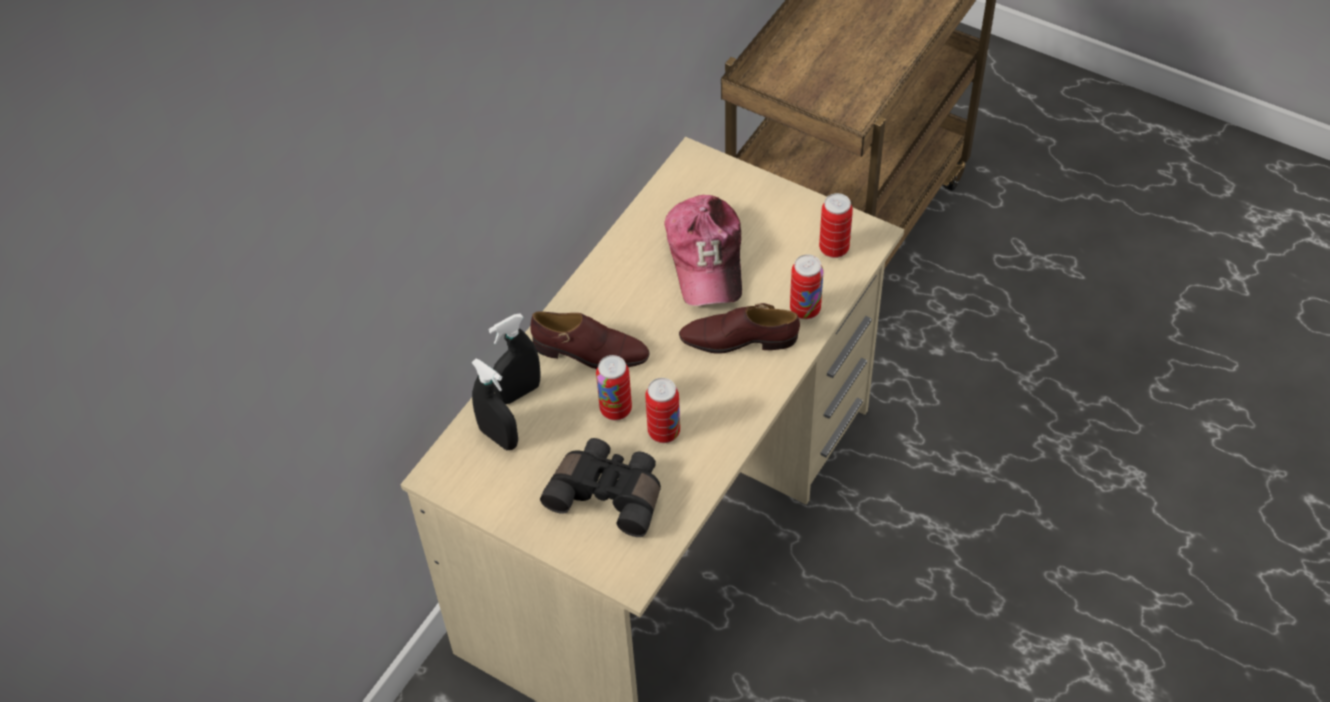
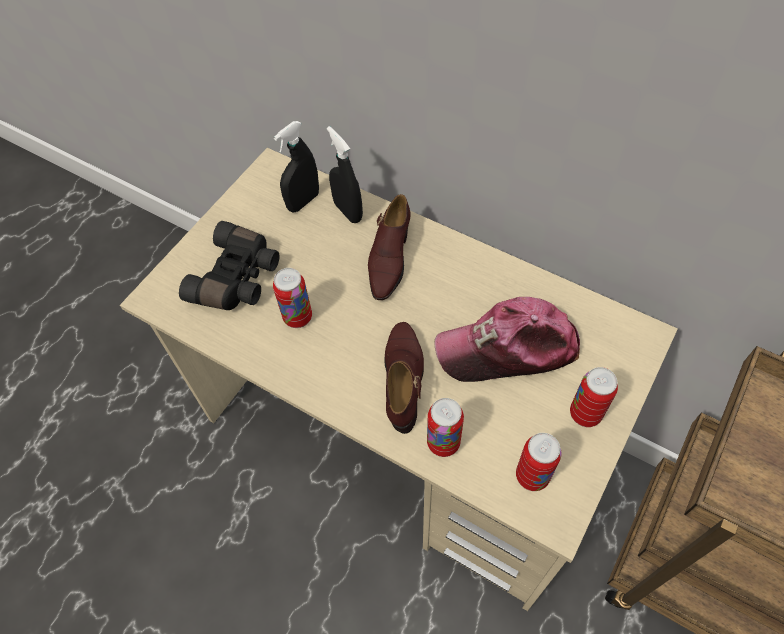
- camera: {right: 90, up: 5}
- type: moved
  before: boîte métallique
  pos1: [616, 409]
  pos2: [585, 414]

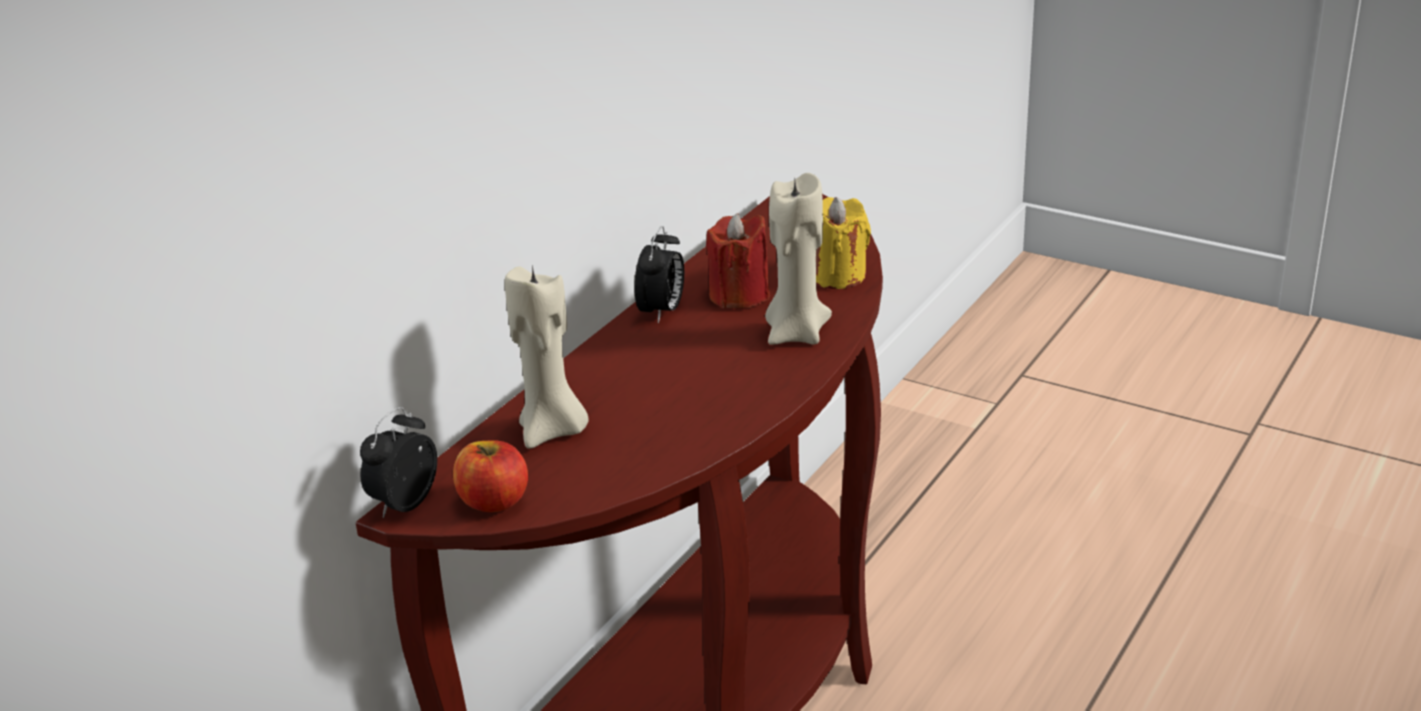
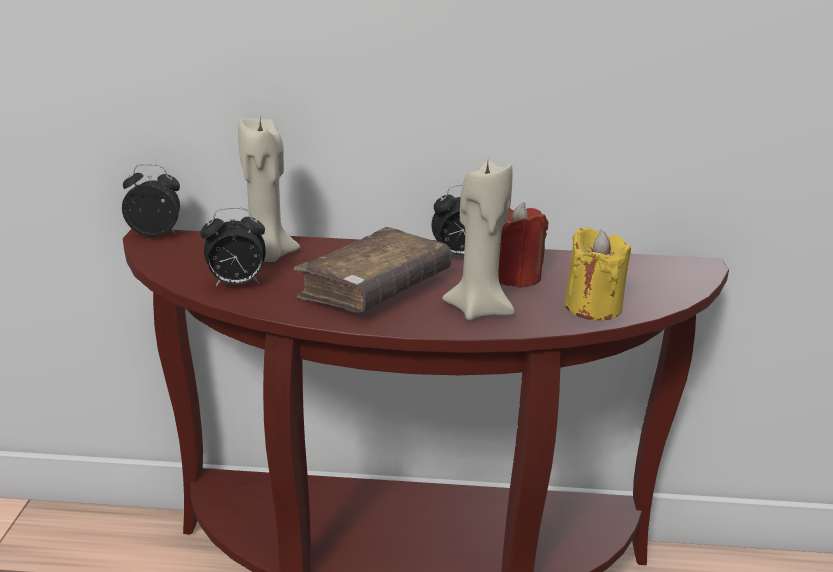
- camera: {right: 60, up: -5}
- type: removed
  before: pomme
  pos1: [494, 501]
- type: added
  after: réveil
  pos2: [236, 284]
- type: added
  after: livre [marron]
  pos2: [375, 288]

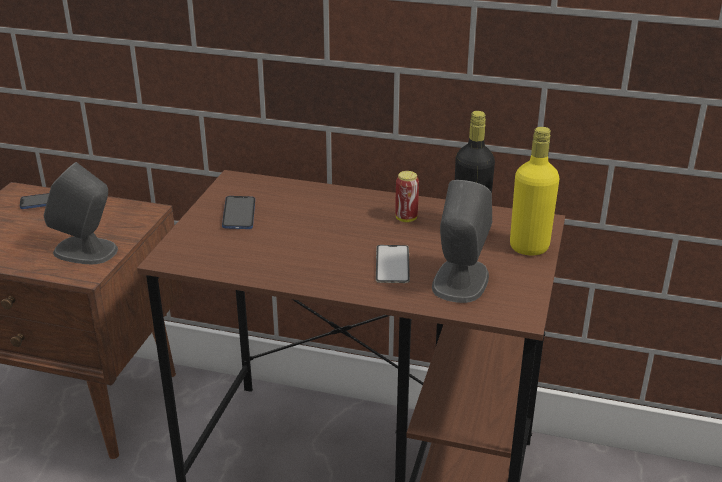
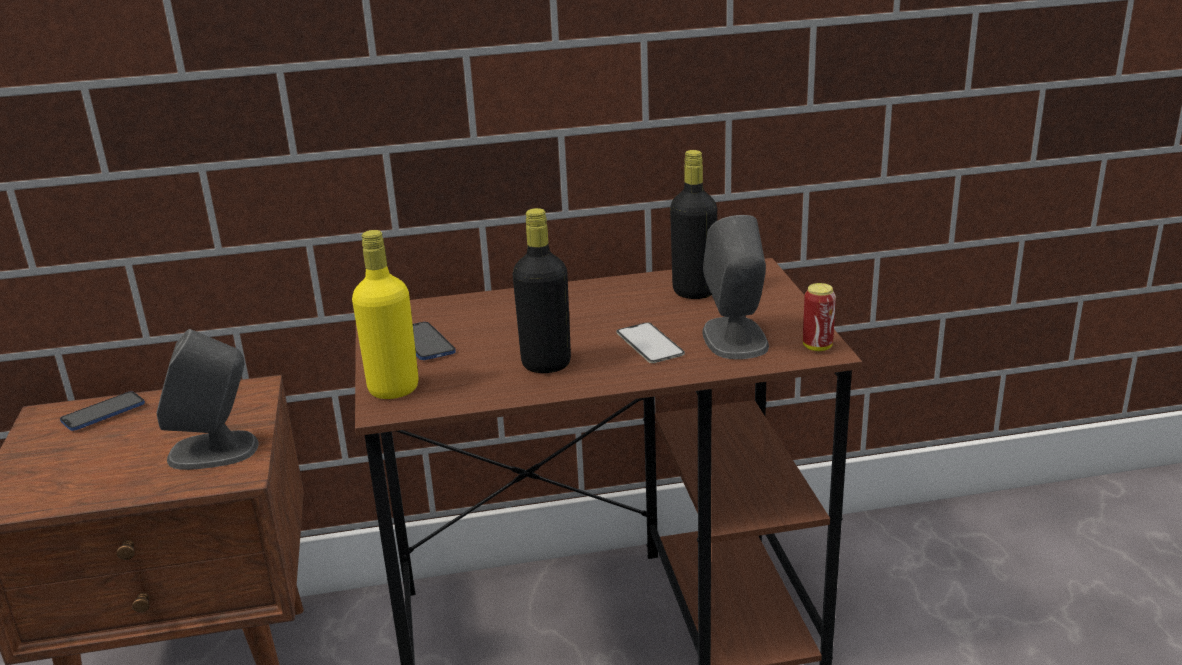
- camera: {right: -25, up: -5}
- type: moved
  before: bouteille [jaune]
  pos1: [529, 247]
  pos2: [393, 389]
- type: moved
  before: boîte métallique
  pos1: [406, 218]
  pos2: [817, 347]
- type: added
  after: bouteille [noir]
  pos2: [546, 364]

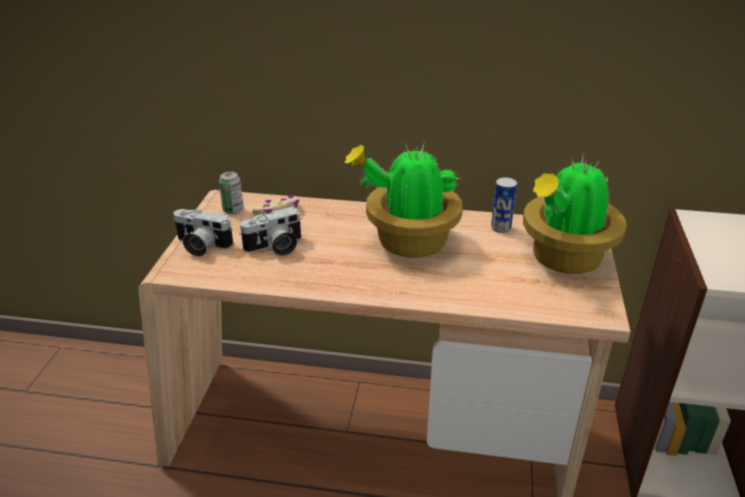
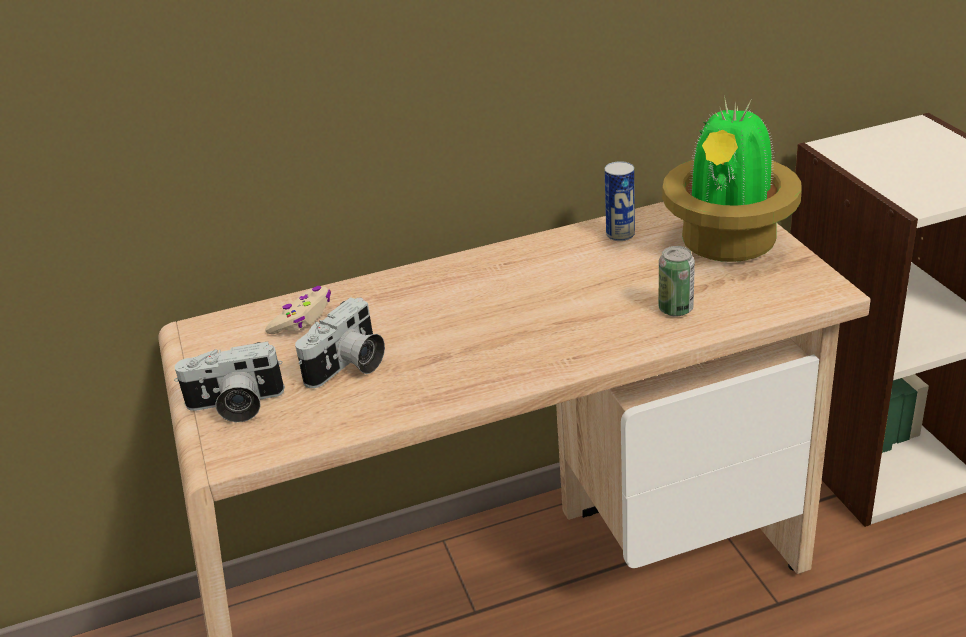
- camera: {right: -25, up: 0}
- type: removed
  before: plante en pot
  pos1: [408, 242]
- type: moved
  before: boîte métallique
  pos1: [233, 210]
  pos2: [675, 309]

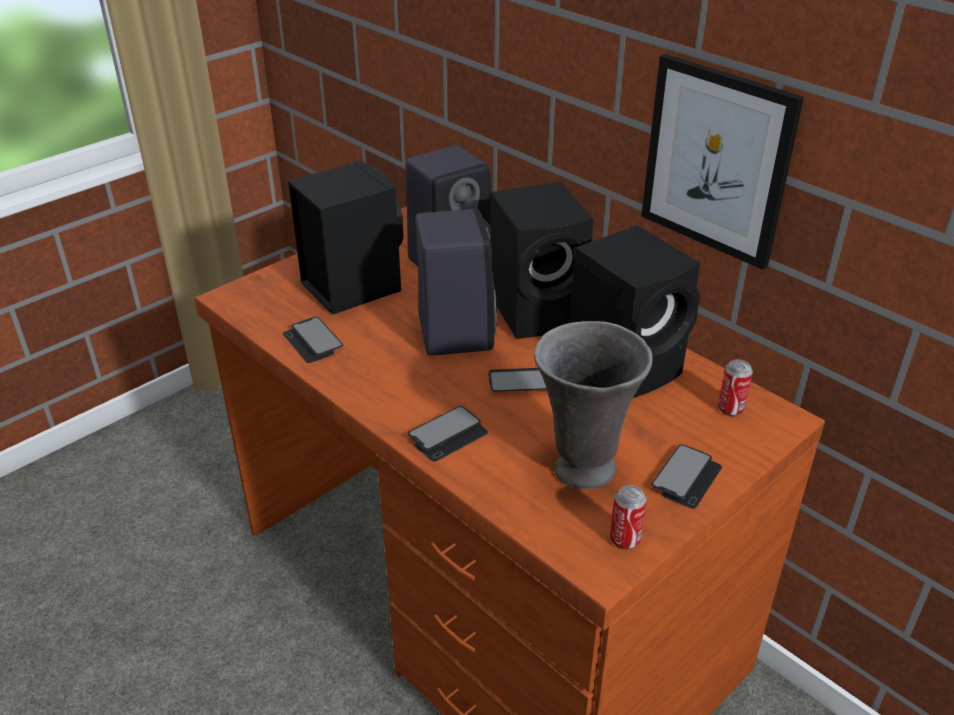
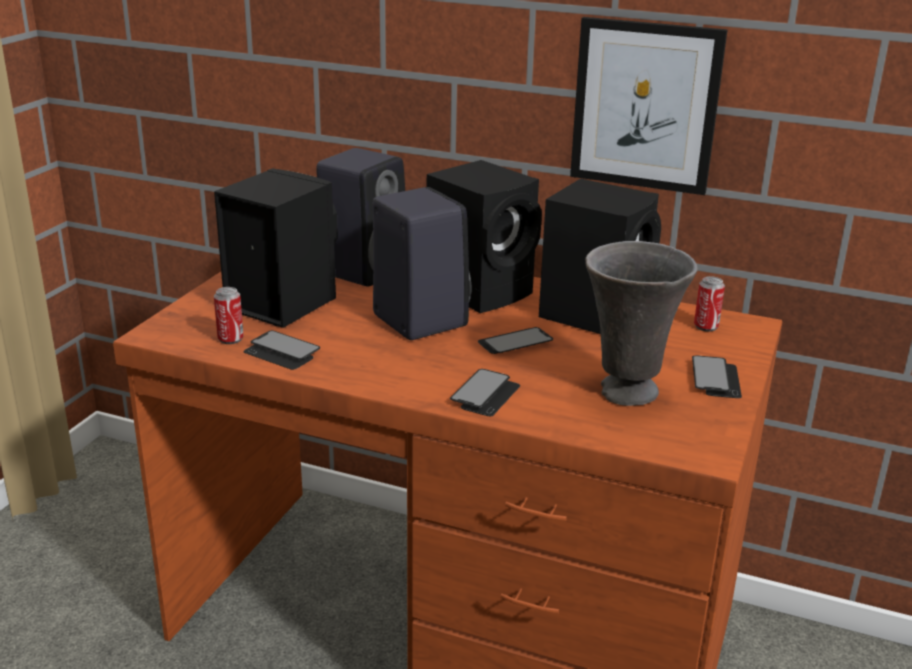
- camera: {right: -25, up: -10}
- type: moved
  before: boîte métallique
  pos1: [624, 539]
  pos2: [230, 339]

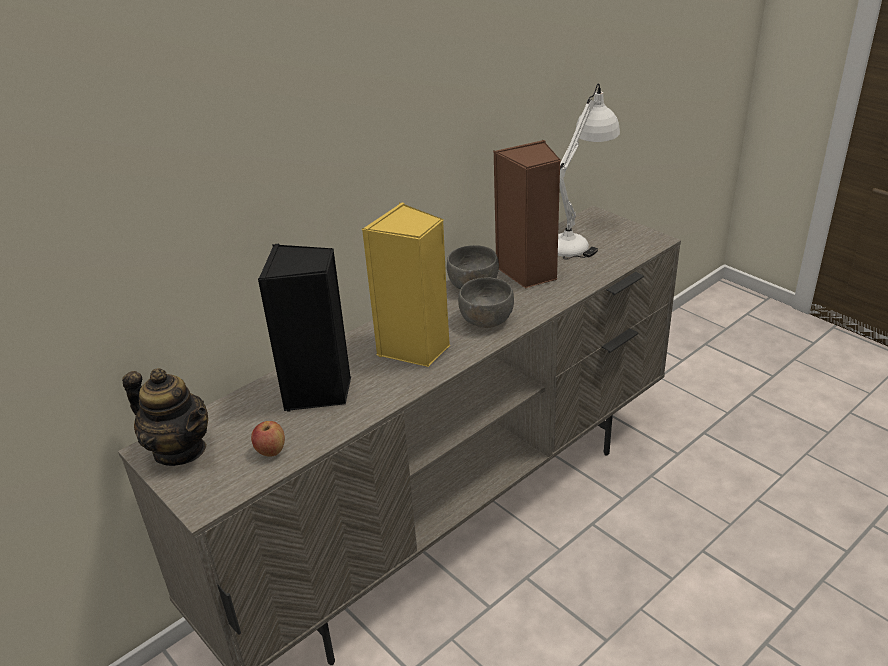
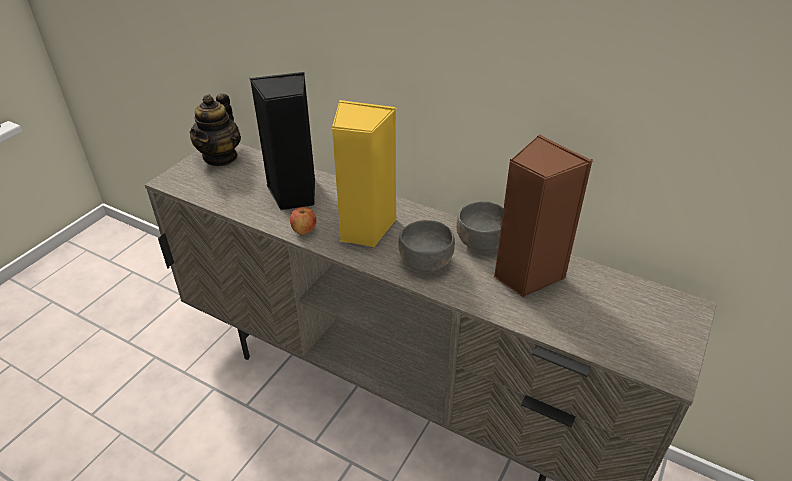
- camera: {right: 70, up: 5}
- type: removed
  before: lampe de table [blanc]
  pos1: [580, 237]
- type: moved
  before: pomme
  pos1: [271, 451]
  pos2: [304, 230]

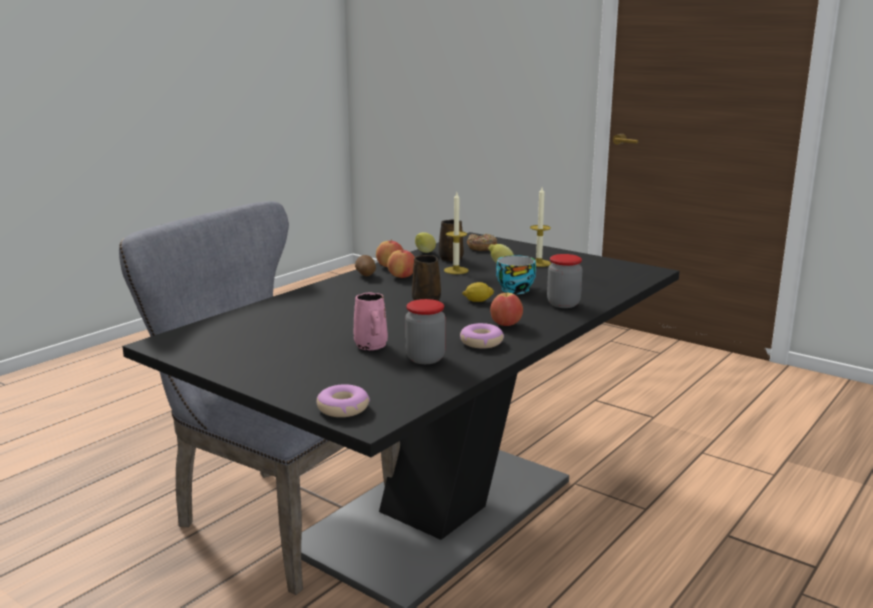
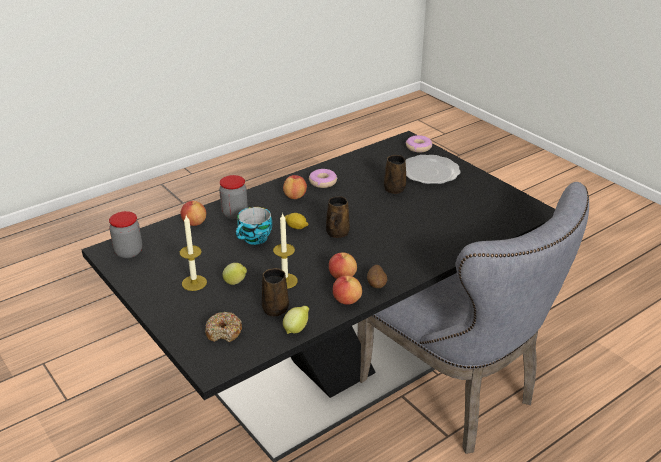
- camera: {right: -165, up: 15}
- type: recoloured
  before: mug [rose]
  after: mug [marron]
  pos1: [371, 346]
  pos2: [394, 188]
- type: moved
  before: bocal
  pos1: [425, 358]
  pos2: [128, 252]
- type: added
  after: assiette
  pos2: [429, 172]
- type: added
  after: pomme
  pos2: [194, 223]

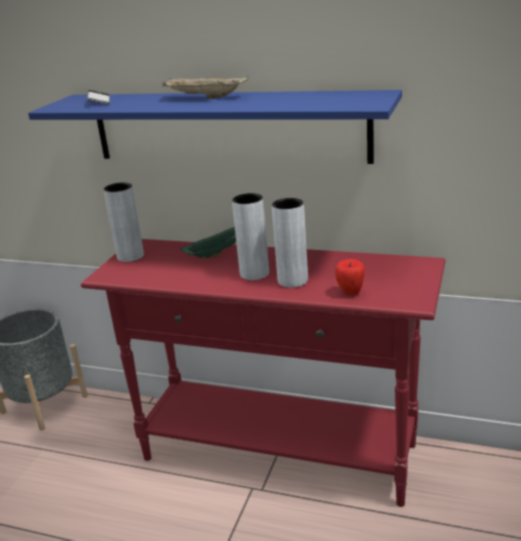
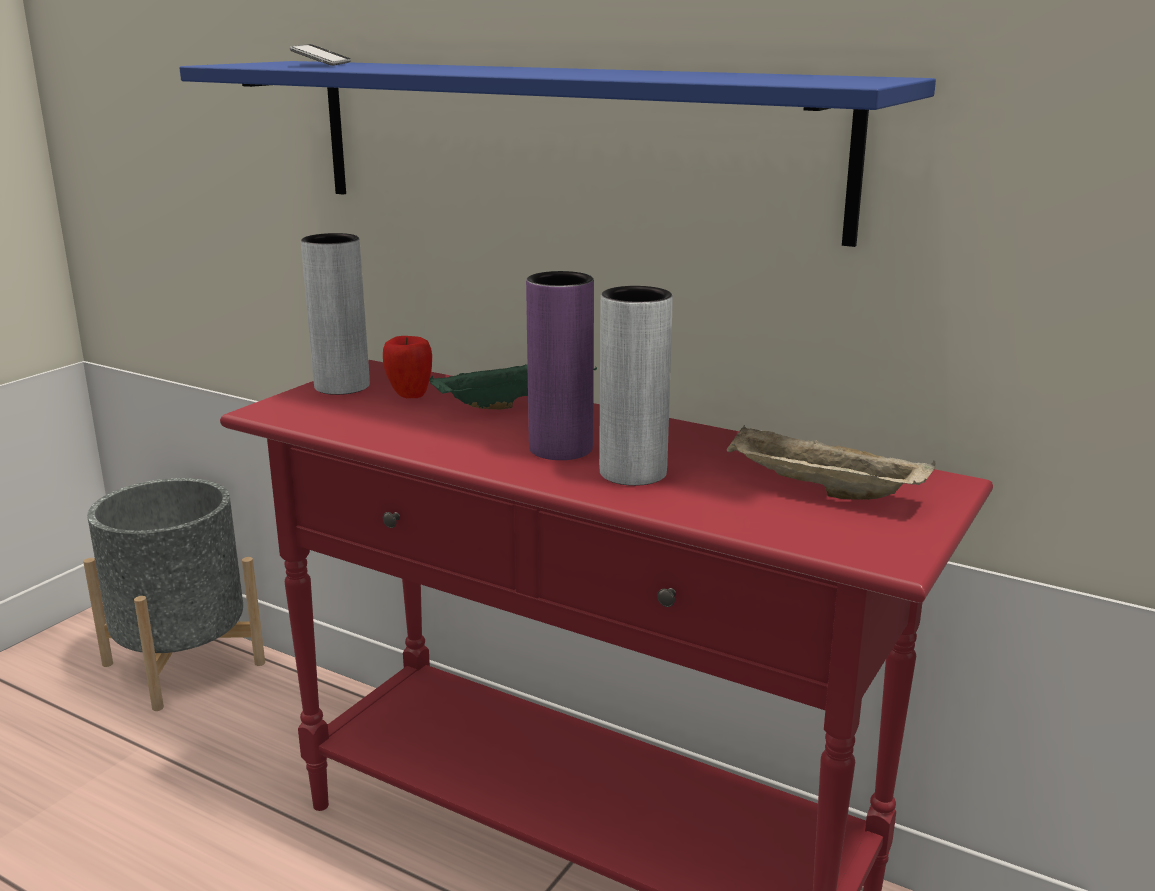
- camera: {right: 10, up: -5}
- type: moved
  before: plateau [beige]
  pos1: [204, 98]
  pos2: [819, 490]
- type: recoloured
  before: vase [gris]
  after: vase [violet]
  pos1: [254, 274]
  pos2: [561, 449]
- type: moved
  before: pomme
  pos1: [350, 293]
  pos2: [409, 396]

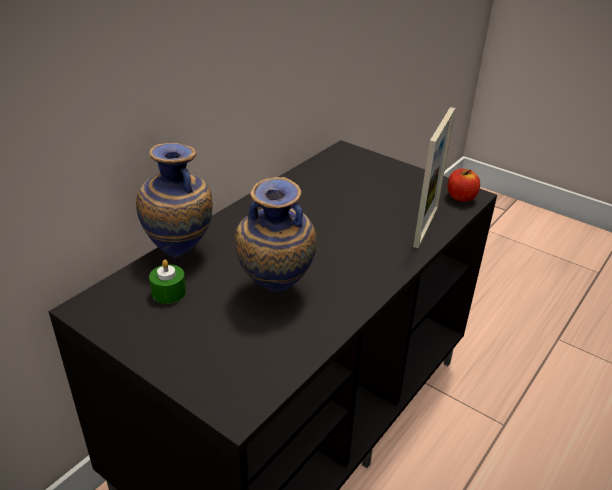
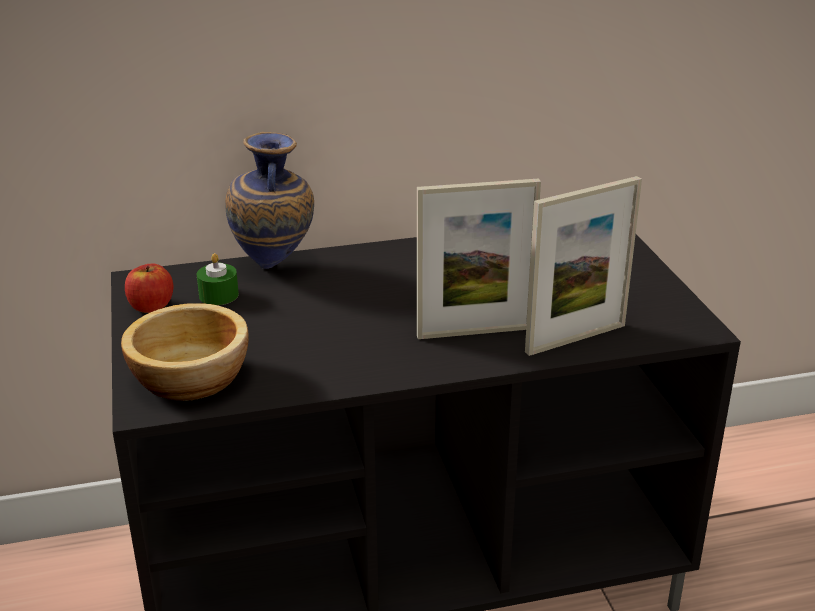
- camera: {right: 40, up: -5}
- type: moved
  before: pomme
  pos1: [460, 197]
  pos2: [151, 306]
- type: removed
  before: vase
  pos1: [275, 292]
- type: added
  after: cadre photo
  pos2: [474, 332]
- type: added
  after: bol
  pos2: [192, 377]

